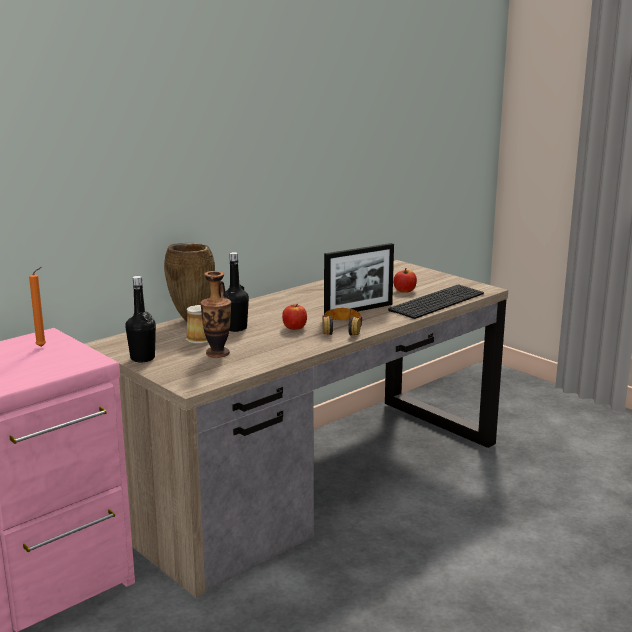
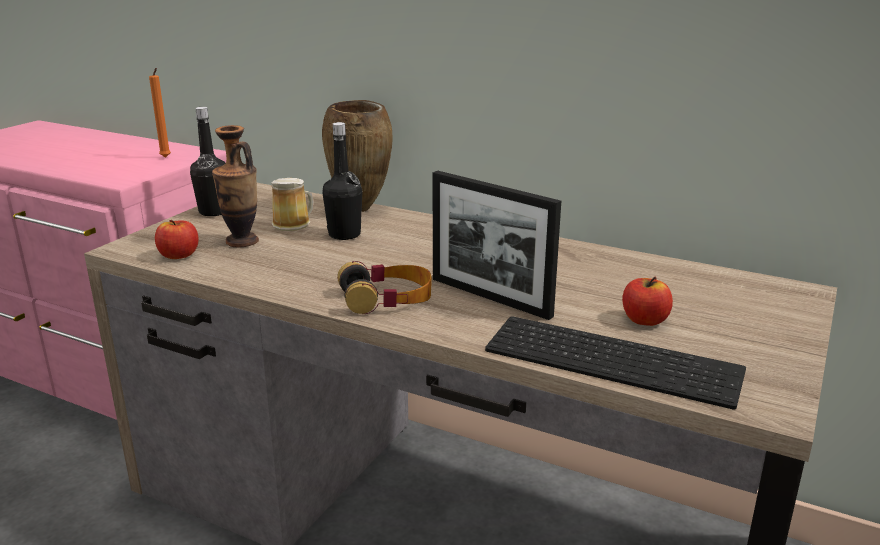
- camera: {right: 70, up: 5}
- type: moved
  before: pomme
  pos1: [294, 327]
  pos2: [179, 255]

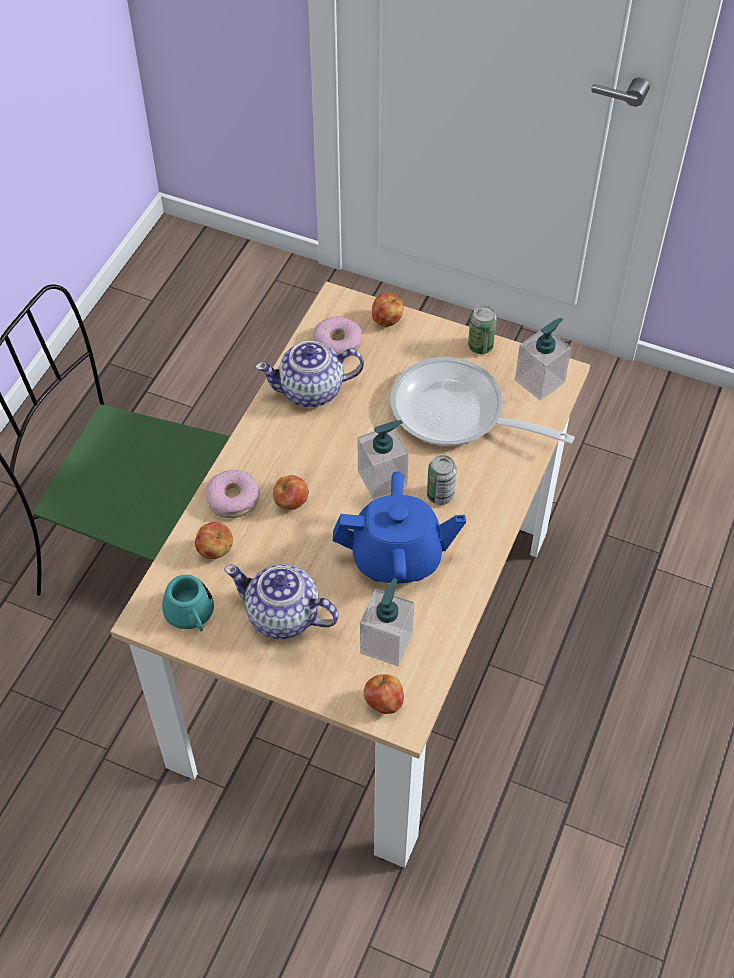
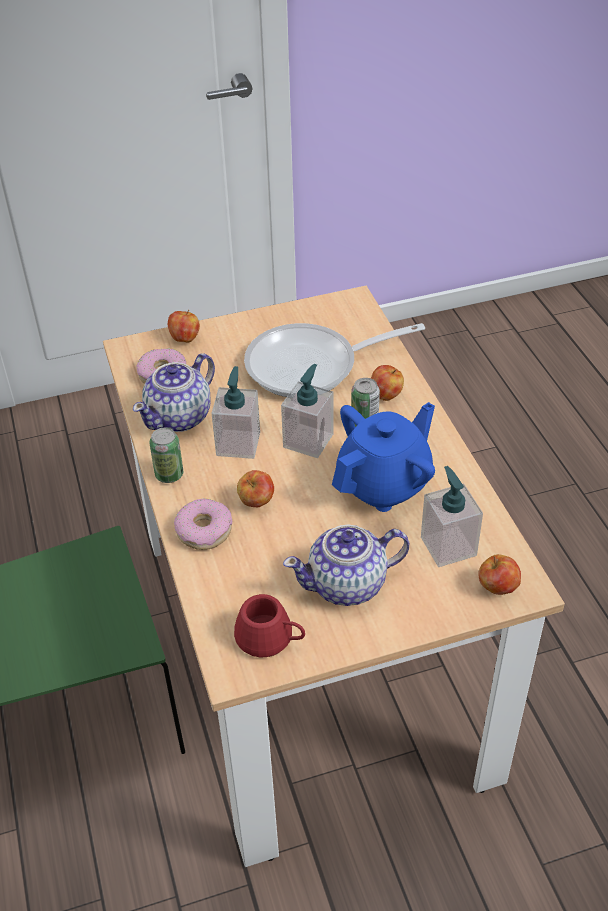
- camera: {right: -40, up: -10}
- type: moved
  before: boîte métallique
  pos1: [480, 346]
  pos2: [169, 475]
- type: moved
  before: distributeur de savon
  pos1: [540, 381]
  pos2: [238, 444]
- type: moved
  before: pomme
  pos1: [215, 550]
  pos2: [386, 395]
- type: recoloured
  before: mug [turquoise]
  after: mug [rouge]
  pos1: [191, 615]
  pos2: [271, 638]

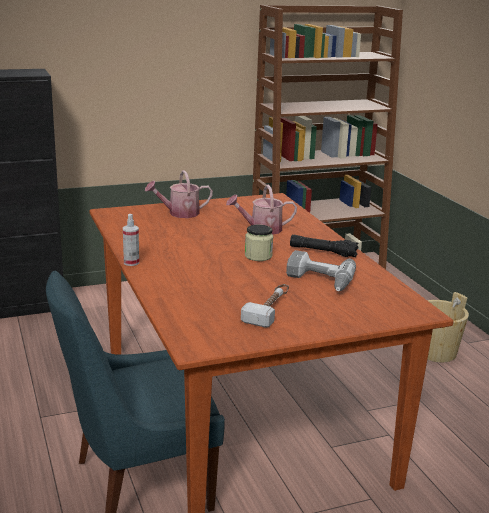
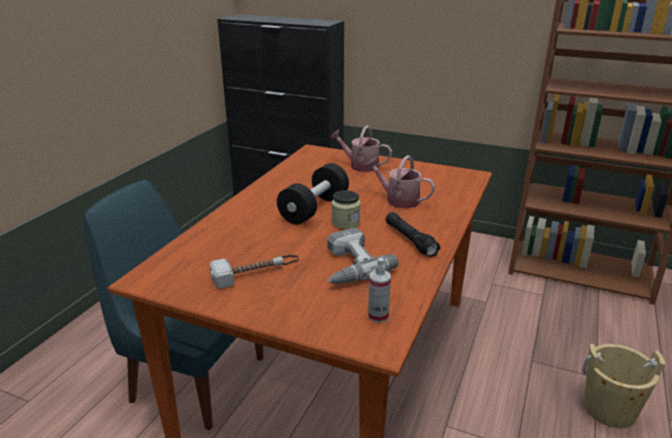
- camera: {right: 45, up: 5}
- type: moved
  before: vaporisateur
  pos1: [131, 262]
  pos2: [378, 316]
- type: added
  after: haltère [noir]
  pos2: [314, 209]

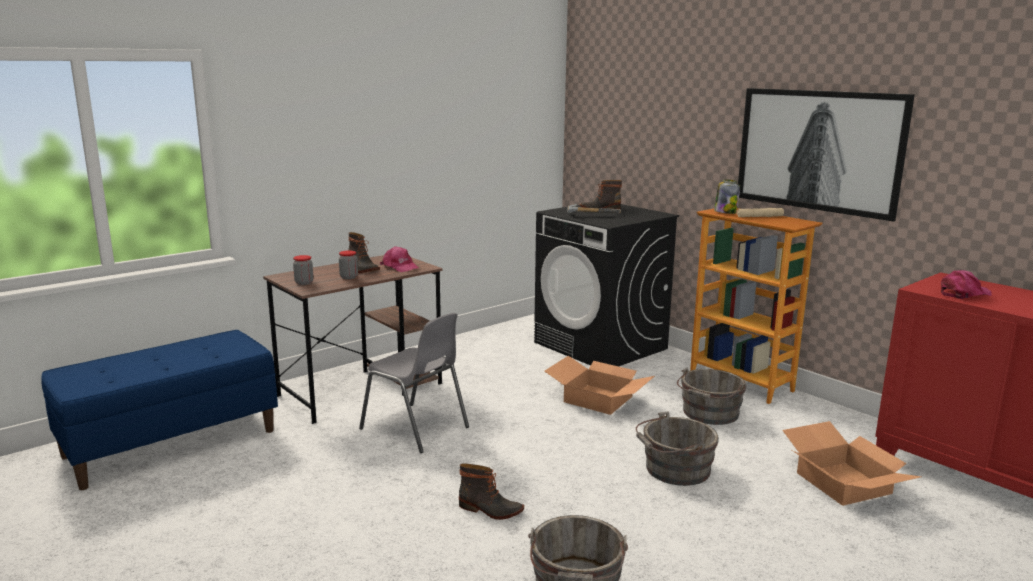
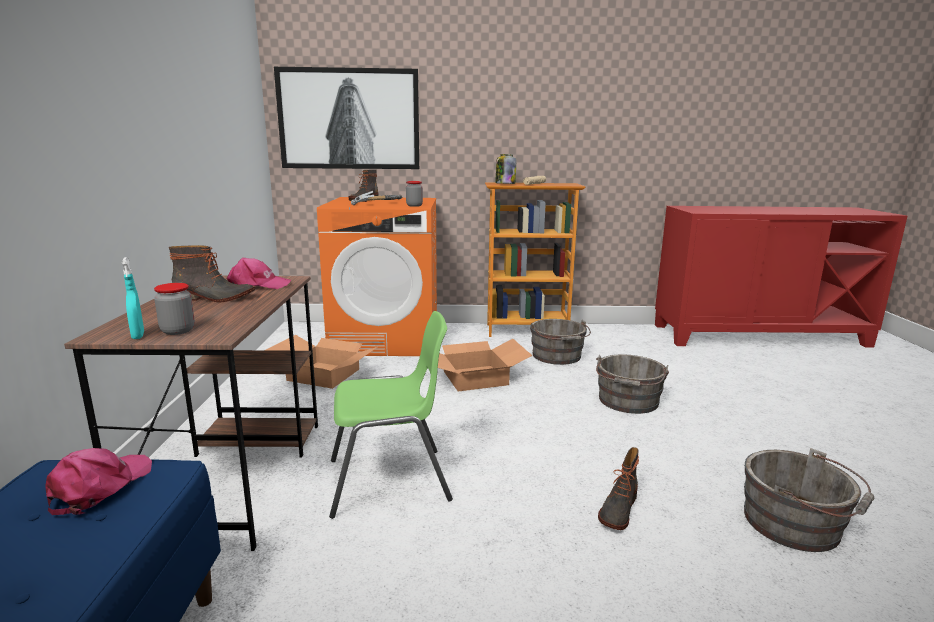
- camera: {right: -50, up: 0}
- type: moved
  before: tableau
  pos1: [819, 150]
  pos2: [349, 119]
- type: recoloured
  before: lave-linge [noir]
  after: lave-linge [orange]
  pos1: [601, 346]
  pos2: [387, 339]
- type: moved
  before: bocal
  pos1: [349, 277]
  pos2: [414, 205]
- type: moved
  before: casquette [rose]
  pos1: [964, 294]
  pos2: [99, 487]
- type: recoloured
  before: chaise [gris]
  after: chaise [vert]
  pos1: [416, 428]
  pos2: [391, 481]
- type: moved
  before: carton
  pos1: [841, 483]
  pos2: [322, 375]
- type: turned
  before: botte
  pos1: [490, 510]
  pos2: [617, 510]
  turn: 150
- type: added
  after: vaporisateur [turquoise]
  pos2: [138, 335]

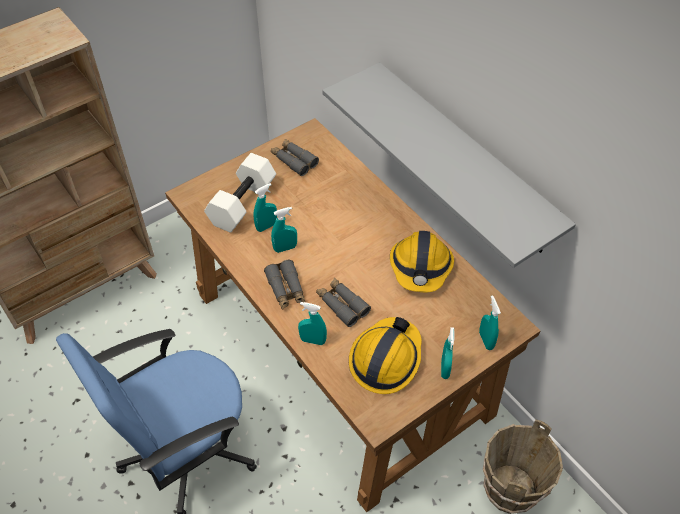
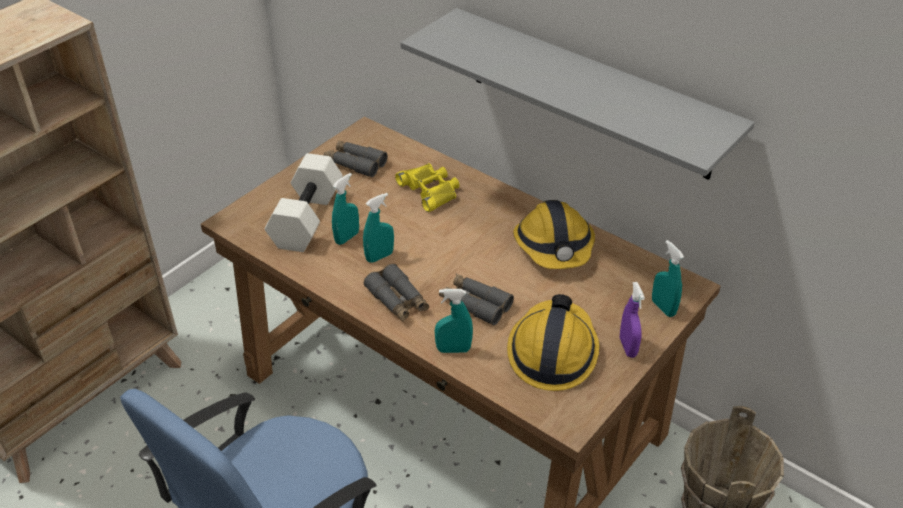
- camera: {right: -15, up: -10}
- type: recoloured
  before: vaporisateur [turquoise]
  after: vaporisateur [violet]
  pos1: [445, 369]
  pos2: [628, 347]
- type: added
  after: jumelles [jaune]
  pos2: [430, 190]

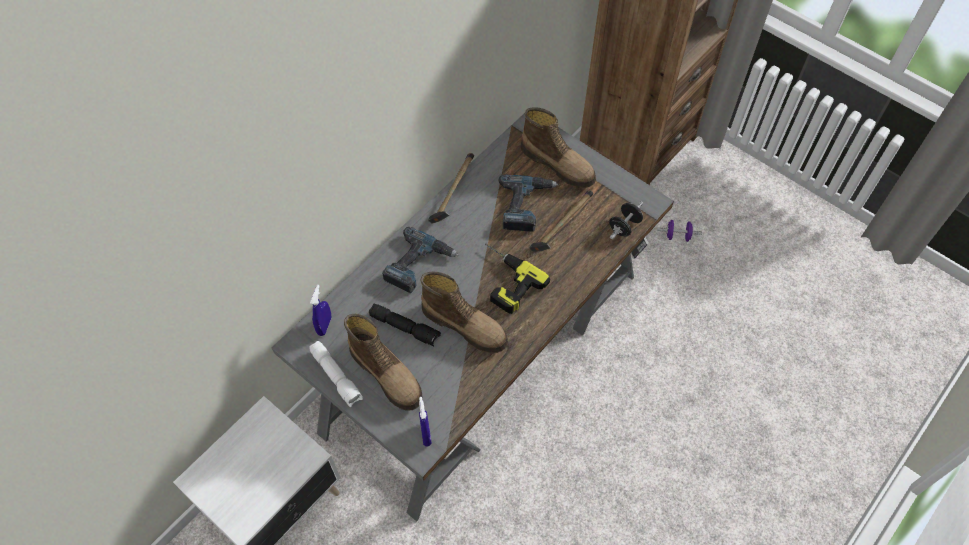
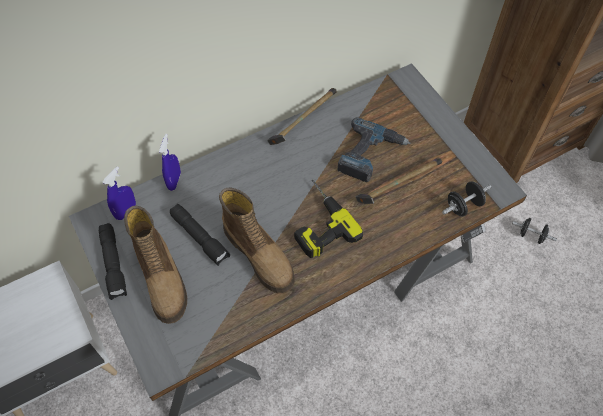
- camera: {right: 20, up: 0}
- type: removed
  before: botte
  pos1: [558, 164]
- type: recoloured
  before: haltère [violet]
  after: haltère [noir]
  pos1: [677, 236]
  pos2: [531, 235]
- type: removed
  before: perceuse
  pos1: [418, 265]
- type: recoloured
  before: lampe de poche [blanc]
  after: lampe de poche [noir]
  pos1: [337, 376]
  pos2: [114, 264]
- type: moved
  before: vaporisateur [bleu]
  pos1: [426, 434]
  pos2: [174, 181]

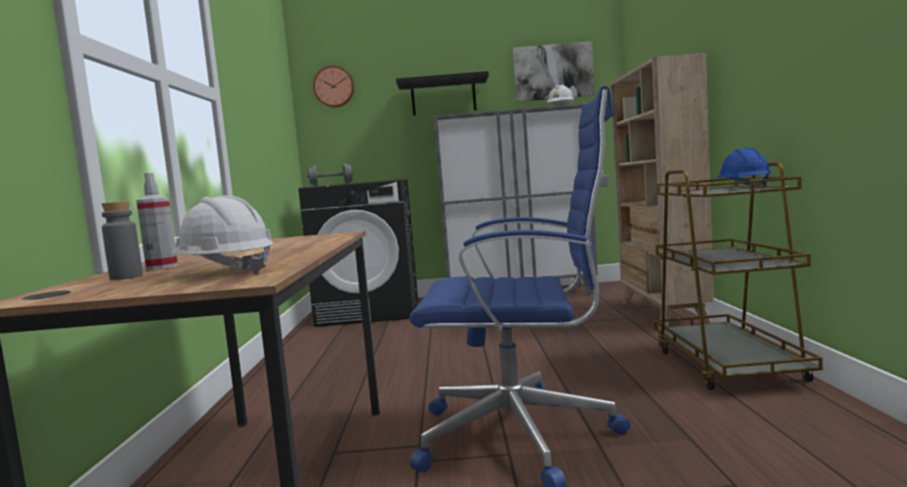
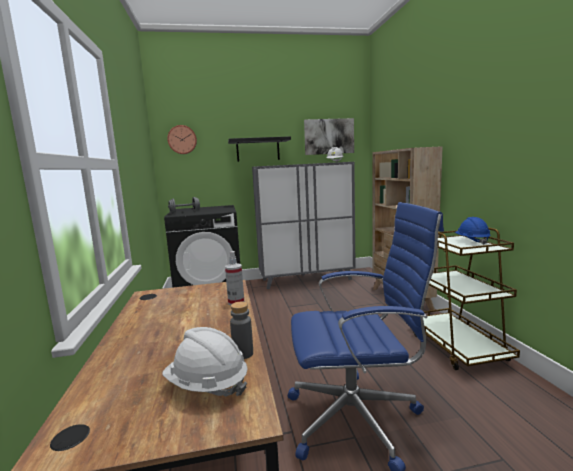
- camera: {right: -10, up: 5}
- type: moved
  before: vaporisateur
  pos1: [162, 267]
  pos2: [236, 302]
- type: moved
  before: bouteille [gris]
  pos1: [126, 277]
  pos2: [243, 354]

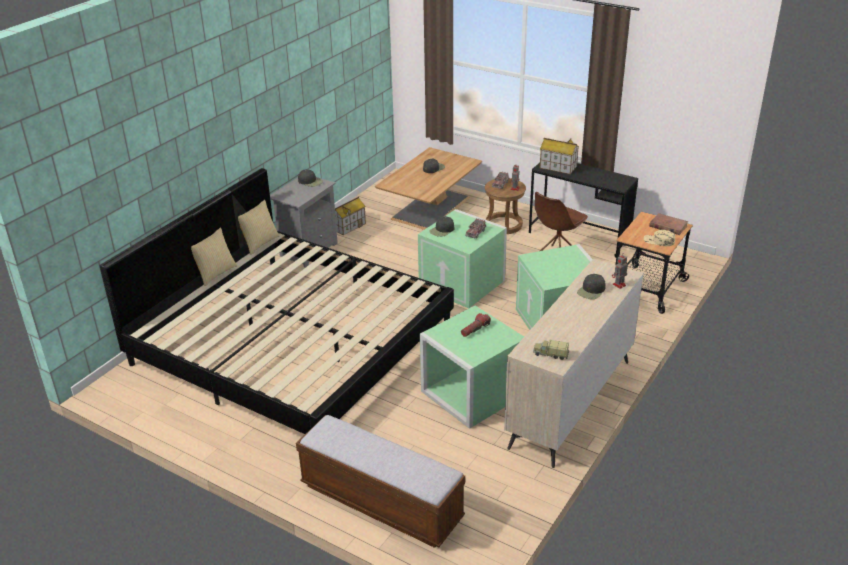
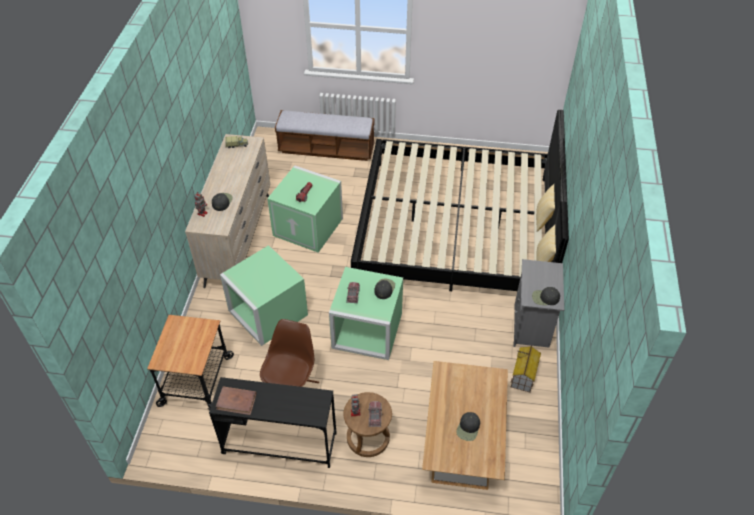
- camera: {right: 155, up: 15}
- type: removed
  before: maison miniature
  pos1: [557, 167]
- type: moved
  before: livre [marron]
  pos1: [668, 226]
  pos2: [237, 401]
- type: removed
  before: casquette [beige]
  pos1: [659, 241]

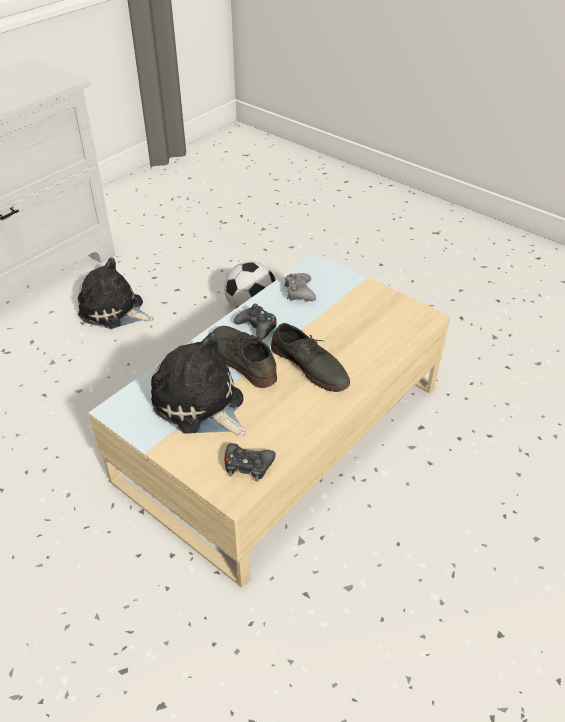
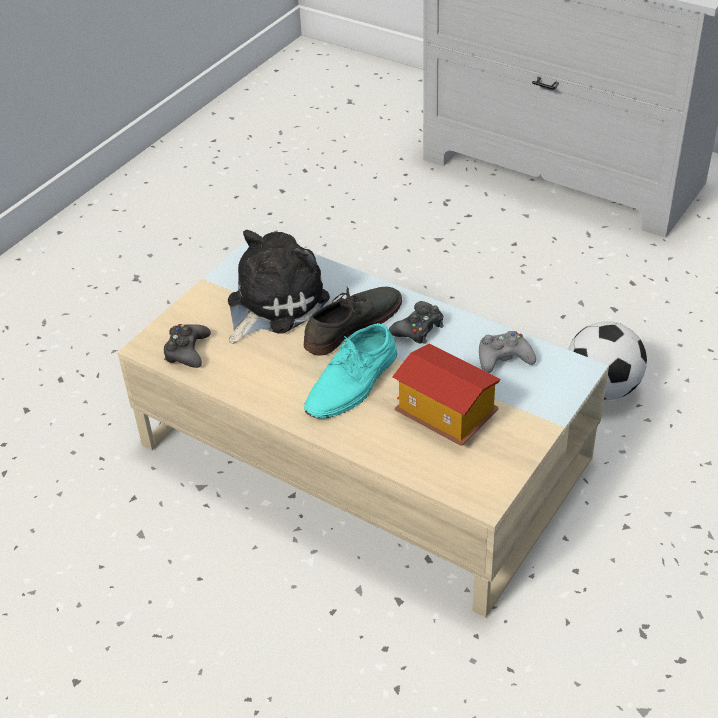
- camera: {right: 85, up: 0}
- type: removed
  before: peluche
  pos1: [114, 311]
- type: recoloured
  before: chaussure [gris]
  after: chaussure [turquoise]
  pos1: [310, 365]
  pos2: [353, 383]
- type: added
  after: maison miniature
  pos2: [444, 416]

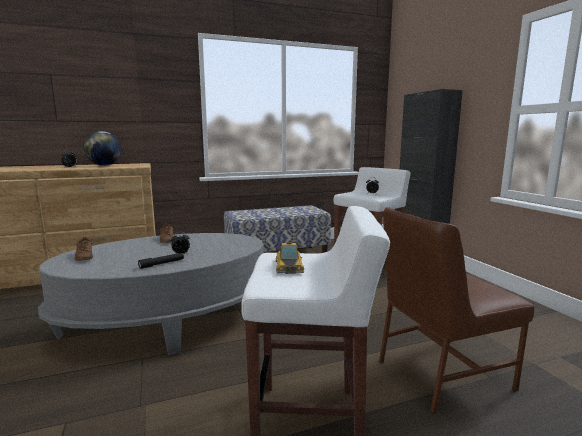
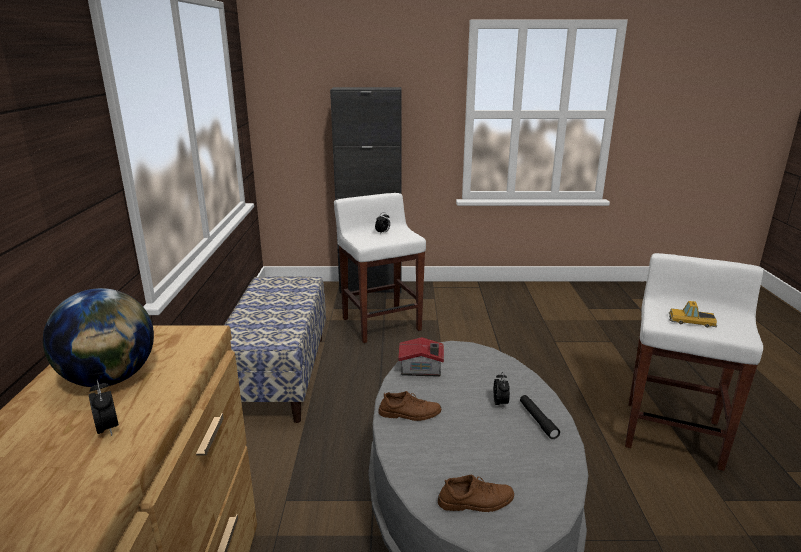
- camera: {right: -70, up: 10}
- type: removed
  before: chaise [marron]
  pos1: [440, 373]
- type: added
  after: maison miniature
  pos2: [422, 369]

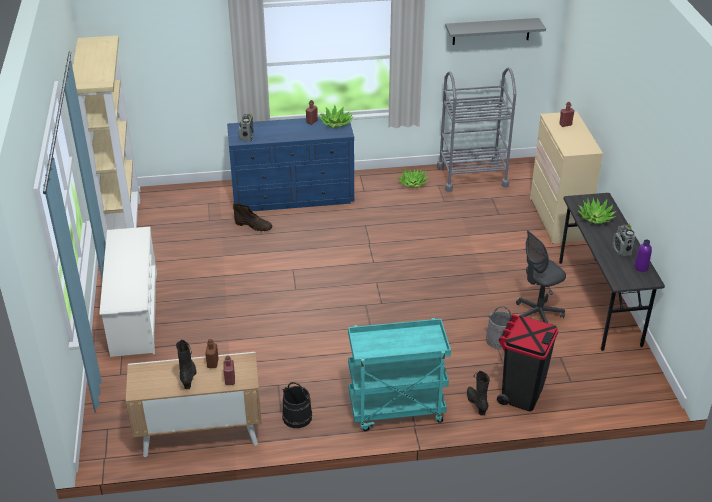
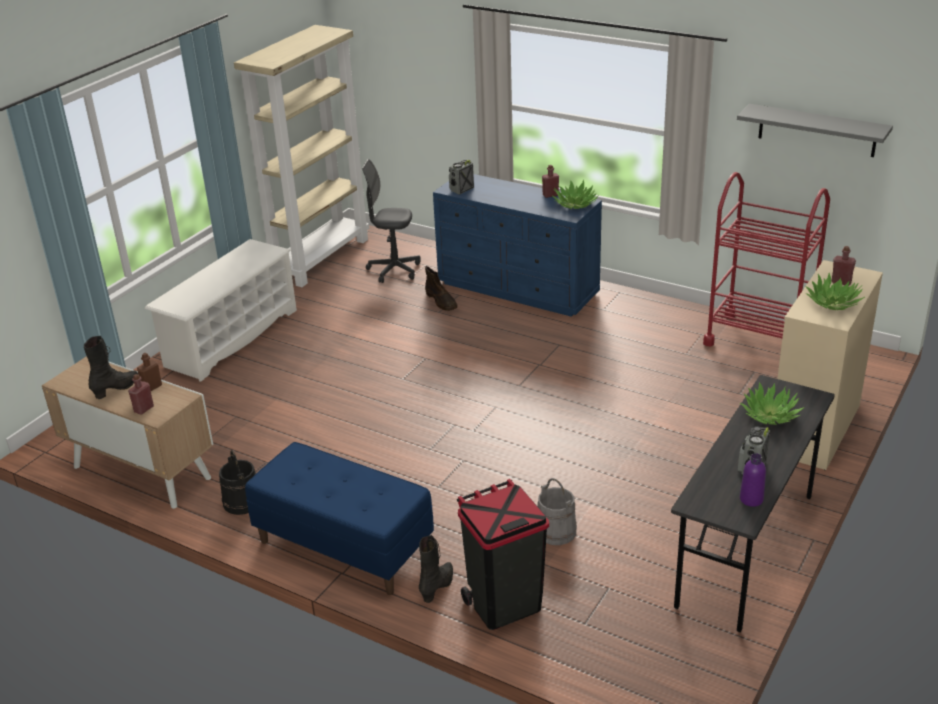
- camera: {right: 40, up: -5}
- type: recoloured
  before: chariot [gris]
  after: chariot [rouge]
  pos1: [472, 176]
  pos2: [759, 339]
- type: moved
  before: plante en pot
  pos1: [413, 183]
  pos2: [833, 303]
- type: moved
  before: chaise de bureau [gris]
  pos1: [537, 315]
  pos2: [394, 270]
- type: replaced
  before: chariot [turquoise]
  after: banc [bleu]
  pos1: [396, 410]
  pos2: [343, 547]

